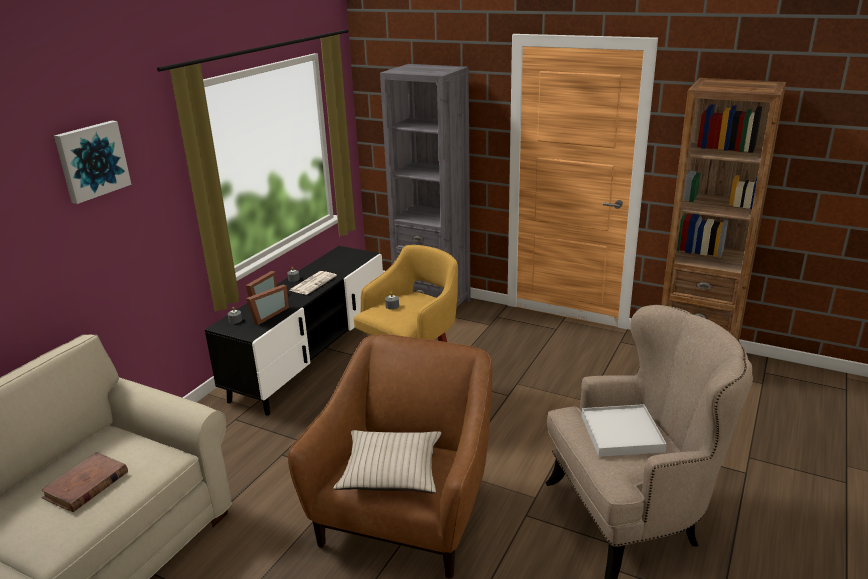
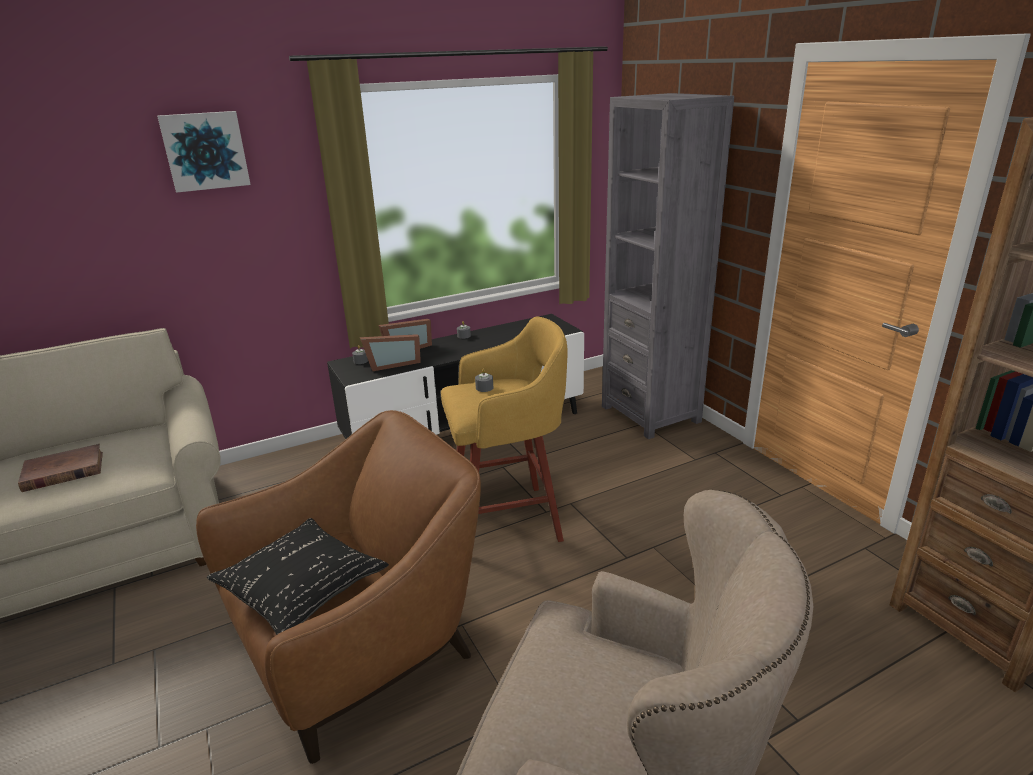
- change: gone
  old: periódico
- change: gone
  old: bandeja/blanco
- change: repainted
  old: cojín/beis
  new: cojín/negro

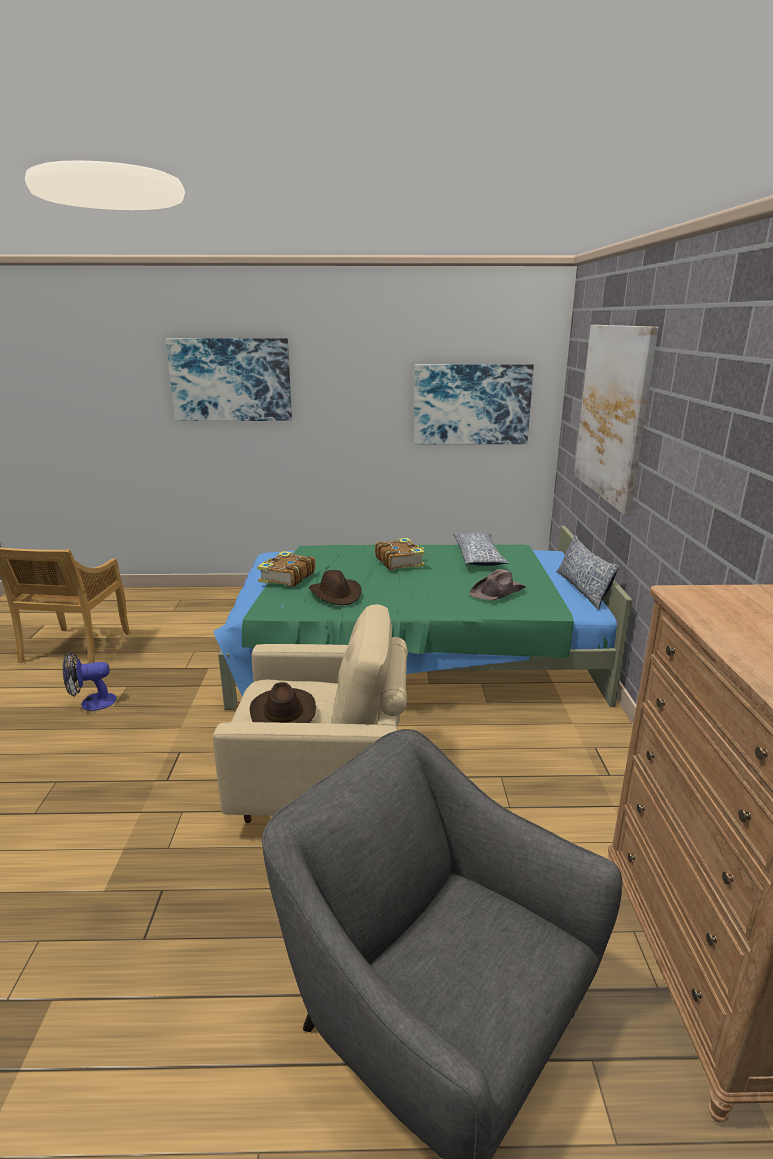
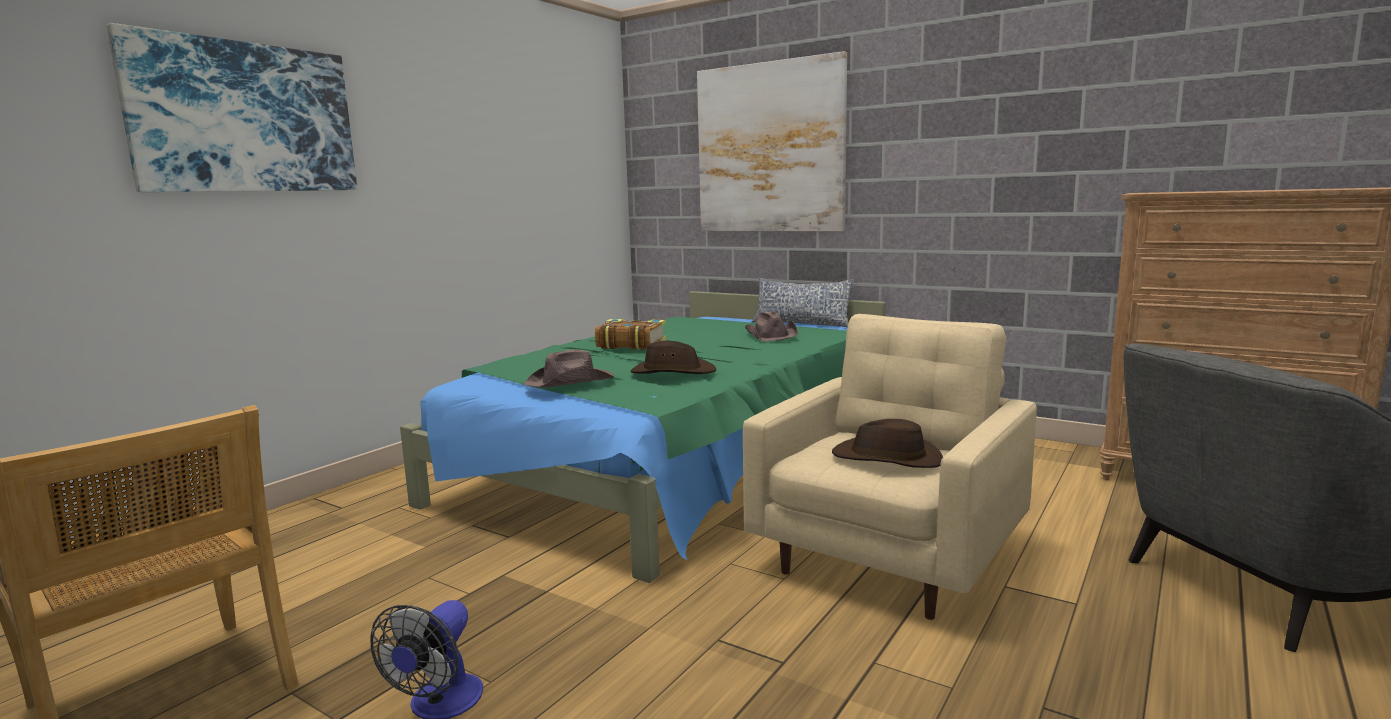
- change: gone
  old: cuadro (no. 2 from left)
- change: gone
  old: cojín (no. 1 from left)
- change: swapped
  old: libro (no. 1 from left)
  new: sombrero/marrón (no. 1 from left)

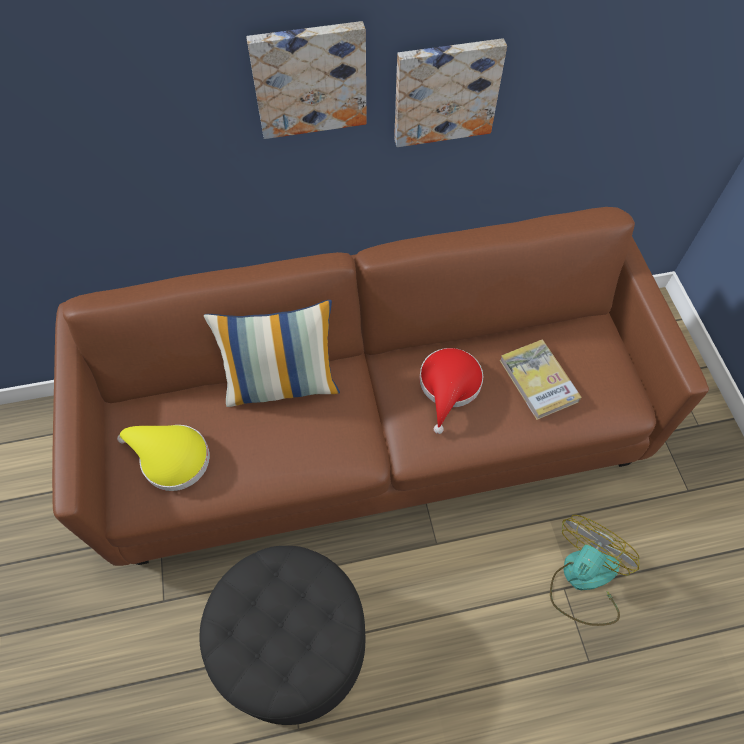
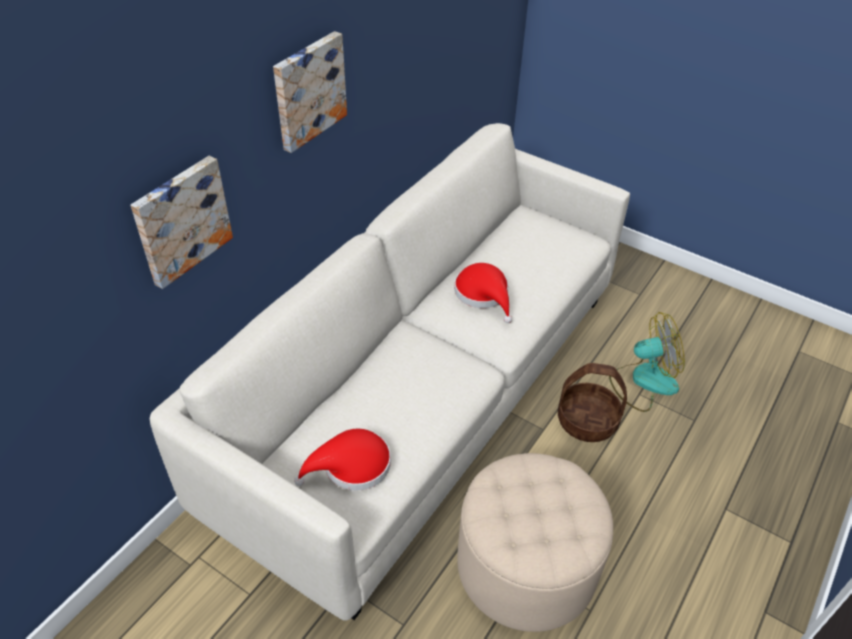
- change: gone
  old: cojín
- change: gone
  old: libro
- change: new
  new: cesta
- change: shifted
  old: cuadro (no. 2 from left in the first image)
  new: cuadro (no. 1 from left)
- change: repainted
  old: sofá/marrón
  new: sofá/blanco
- change: repainted
  old: sombrero/amarillo
  new: sombrero/rojo (no. 1 from left)
- change: repainted
  old: puf/negro
  new: puf/beis
- change: rotated
  old: ventilador
  degrees: 90

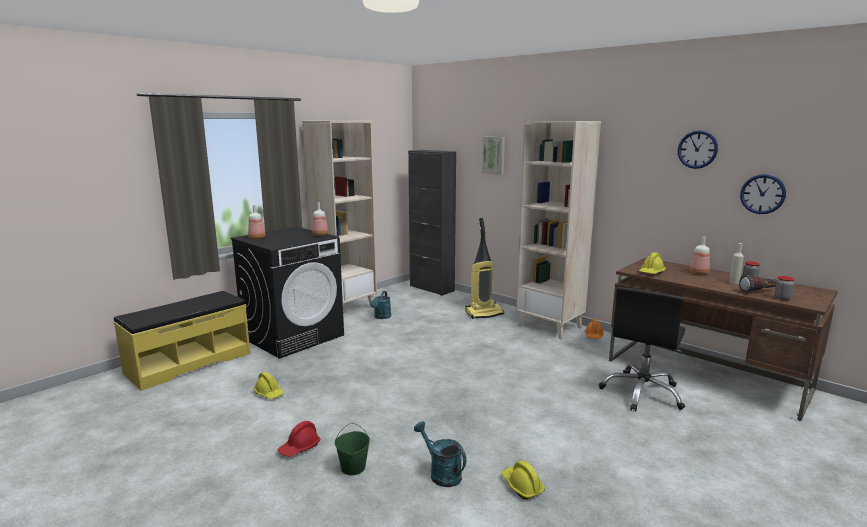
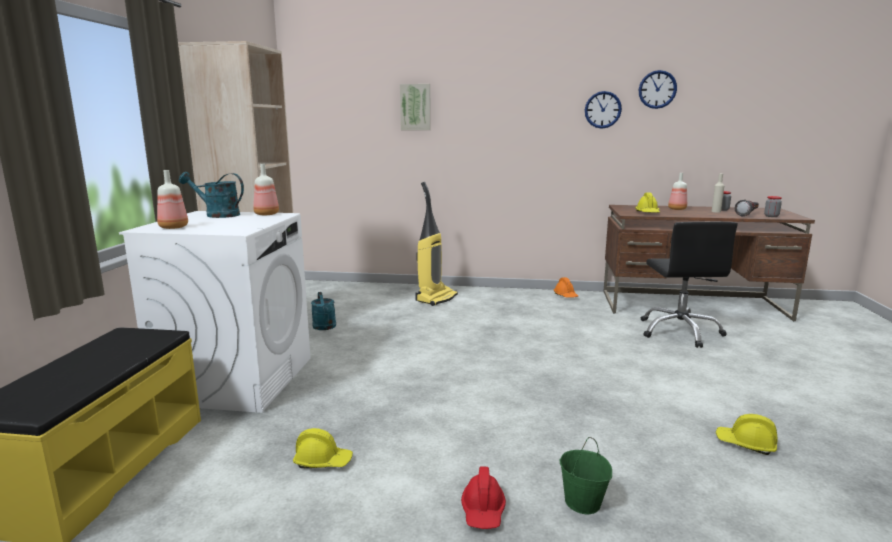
- change: gone
  old: armario/negro
- change: gone
  old: estantería/beis (no. 2 from left)
- change: shifted
  old: regadera/turquesa (no. 2 from left in the first image)
  new: regadera/turquesa (no. 1 from left)
- change: shifted
  old: reloj de pared (no. 2 from left in the first image)
  new: reloj de pared (no. 1 from left)
- change: repainted
  old: lavadora/negro
  new: lavadora/blanco

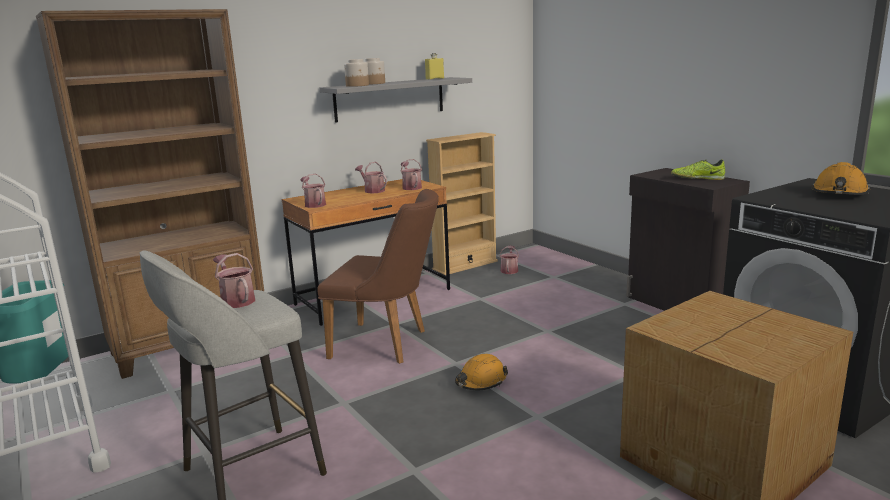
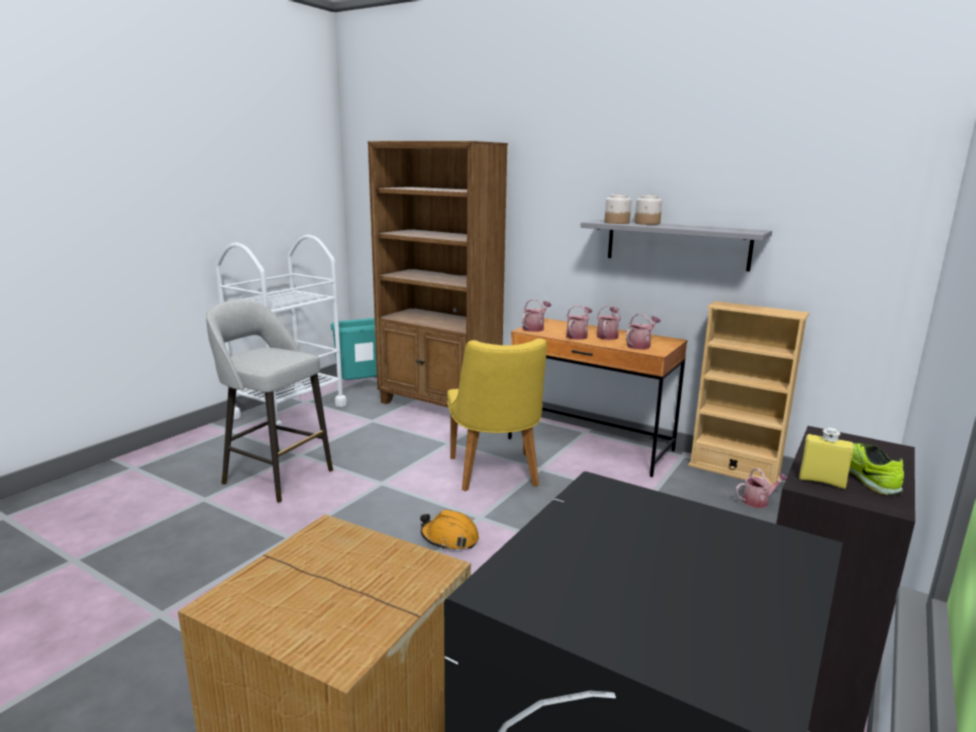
- change: gone
  old: casco/naranja (no. 2 from left)
- change: shifted
  old: regadera (no. 1 from left in the first image)
  new: regadera (no. 2 from left)
- change: shifted
  old: botella/amarillo
- change: repainted
  old: silla/marrón
  new: silla/amarillo

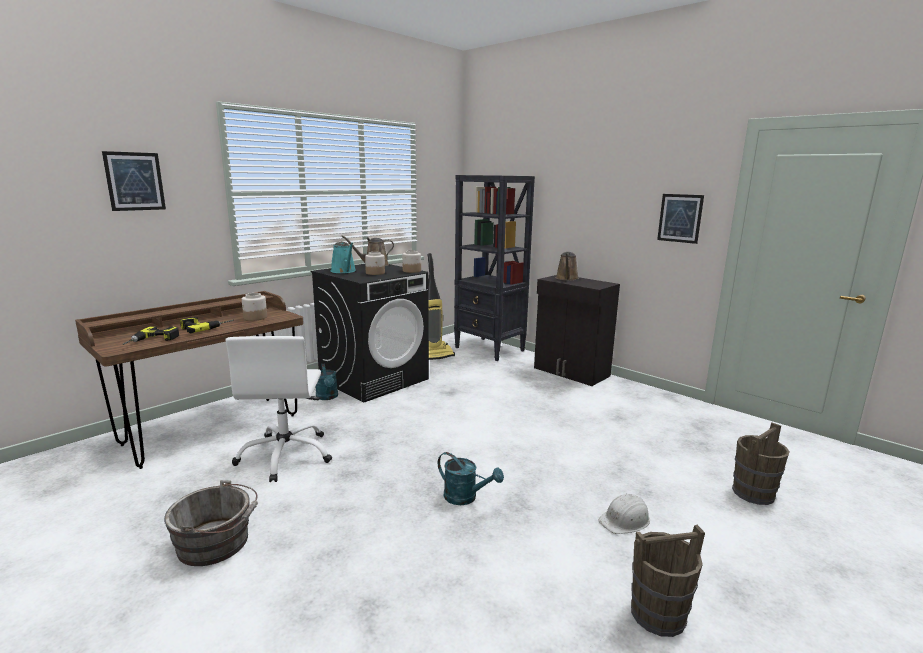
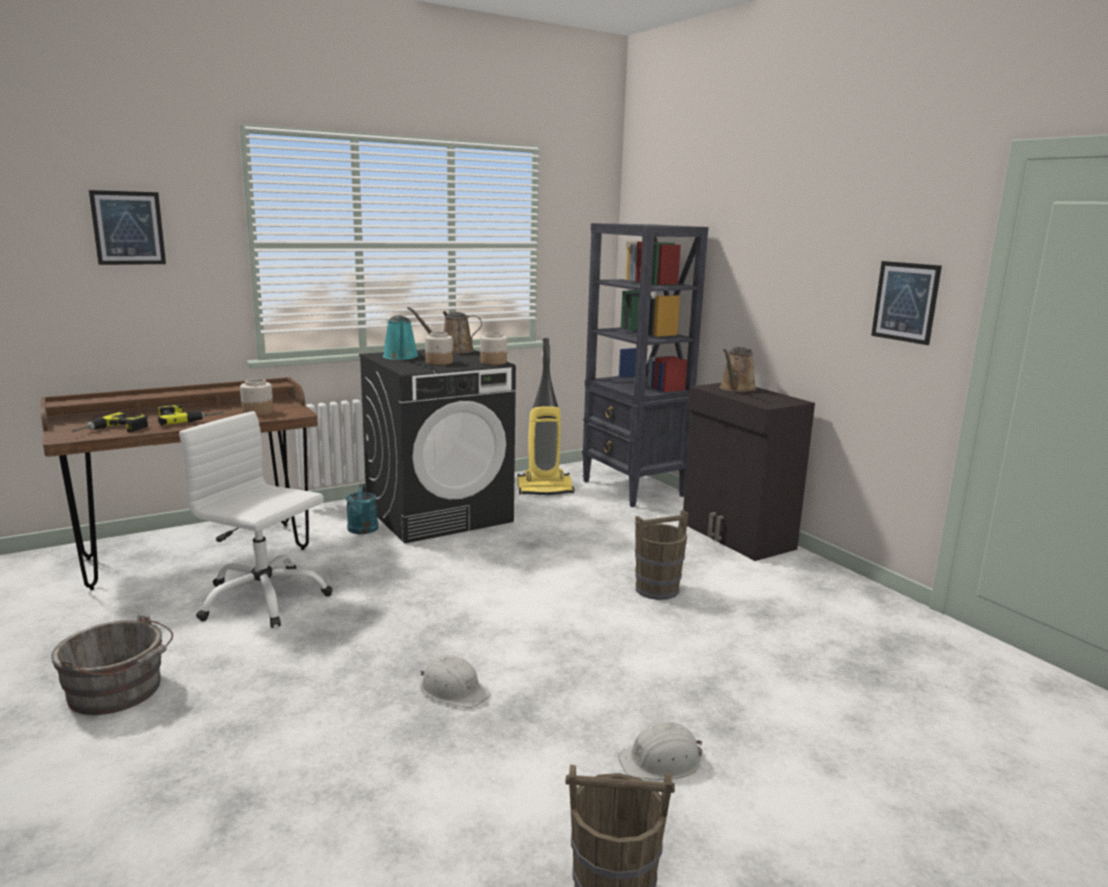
- change: shifted
  old: cubo/marrón (no. 2 from left)
- change: swapped
  old: regadera/turquesa (no. 3 from left)
  new: casco/blanco (no. 1 from left)
- change: rotated
  old: silla de oficina/blanco
  degrees: 105

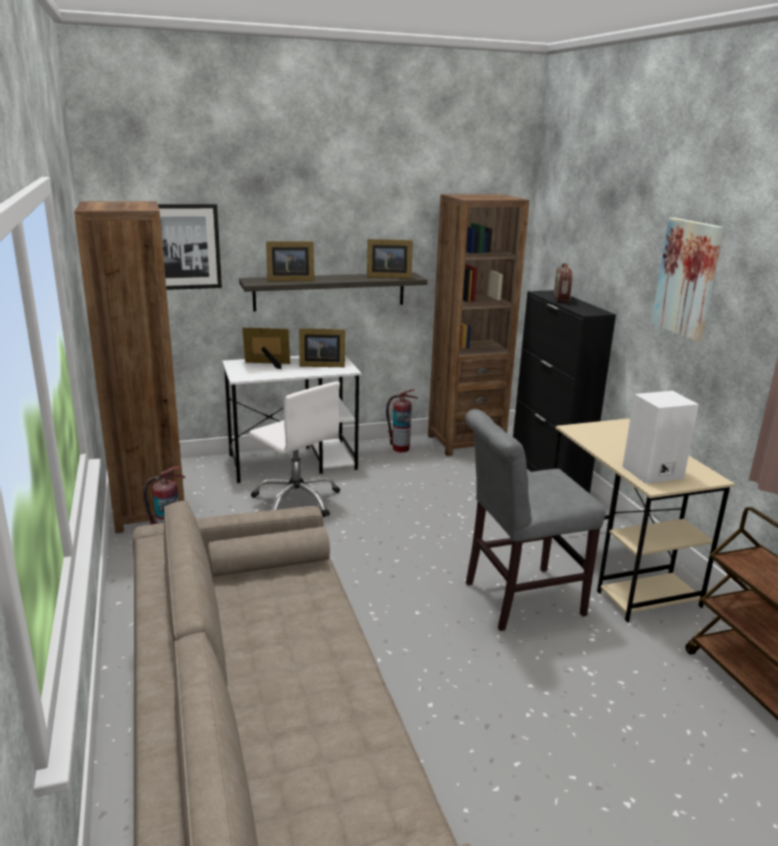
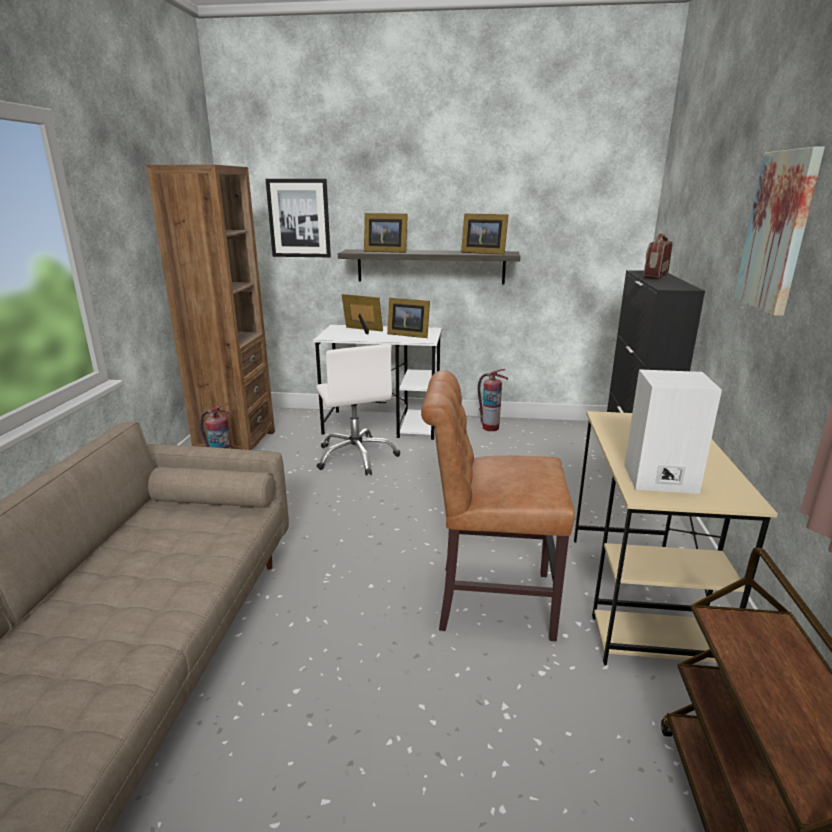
- change: gone
  old: estantería/marrón (no. 2 from left)
- change: repainted
  old: silla/gris
  new: silla/marrón

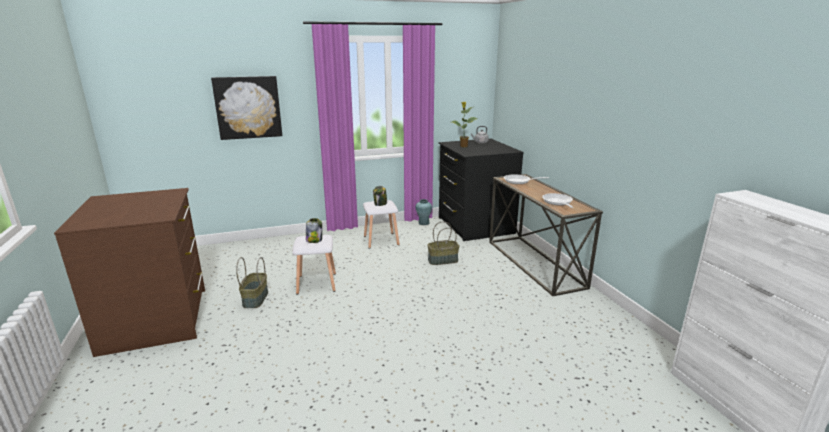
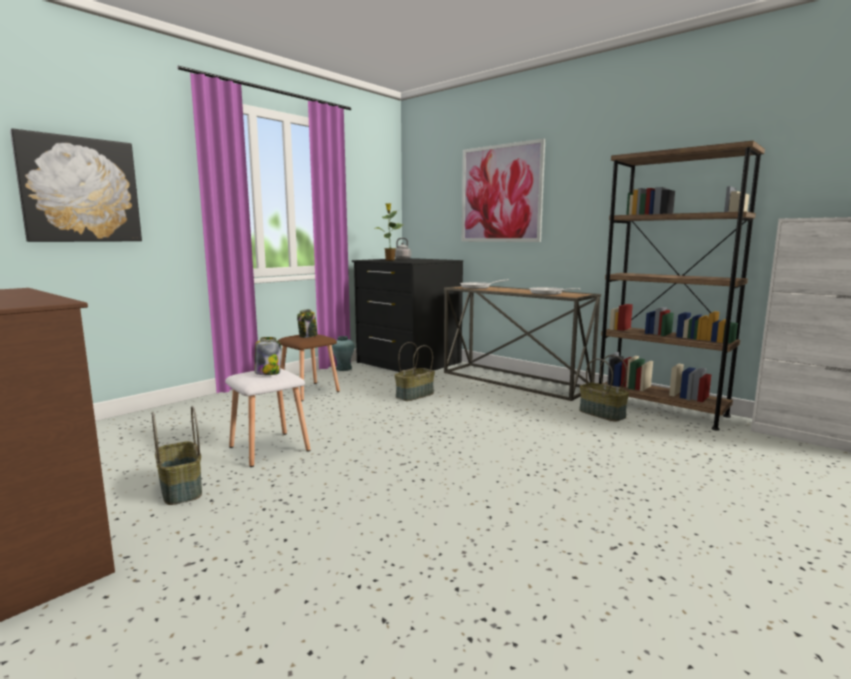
- change: new
  new: cuadro (no. 2 from left)
- change: new
  new: cesta (no. 3 from left)
- change: new
  new: estantería/marrón
- change: repainted
  old: taburete/blanco (no. 2 from left)
  new: taburete/marrón

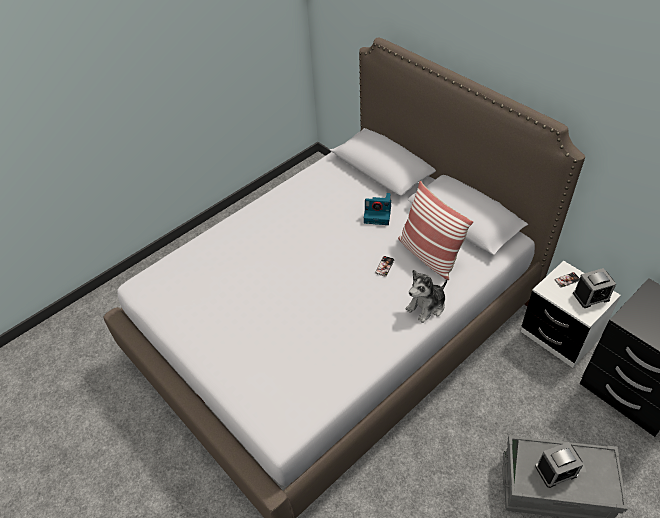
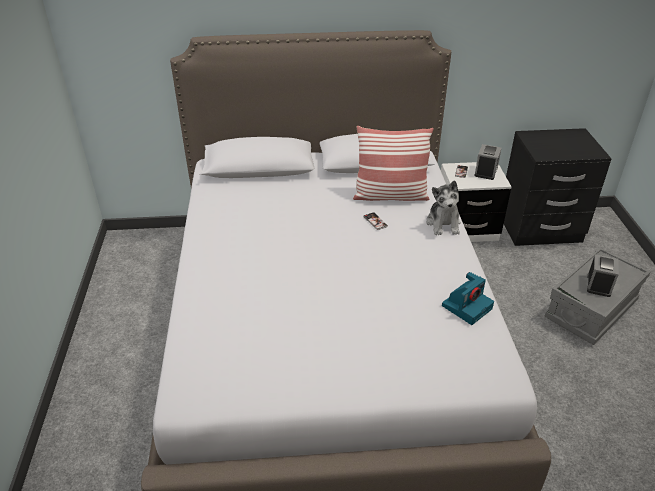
- change: shifted
  old: cámara

